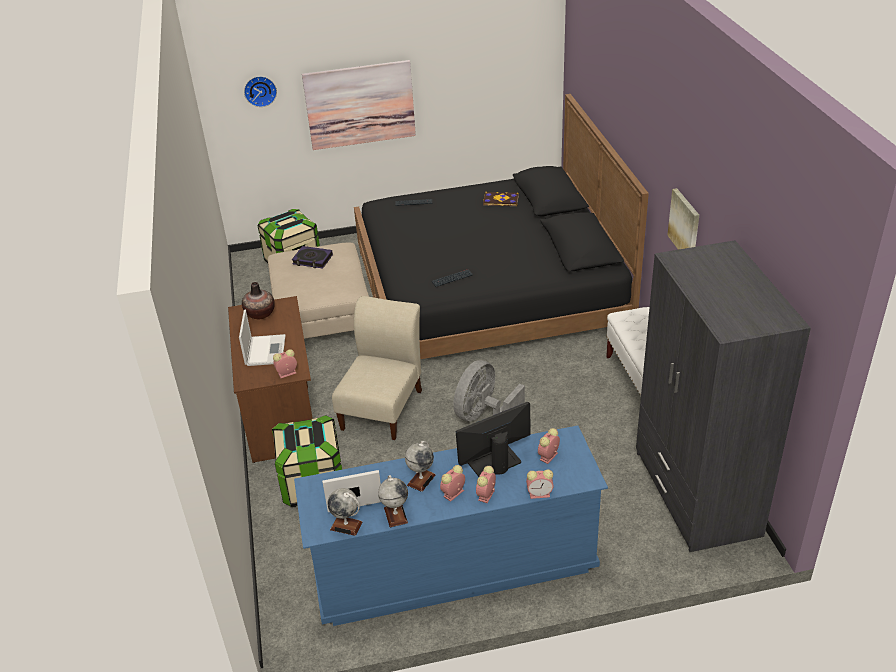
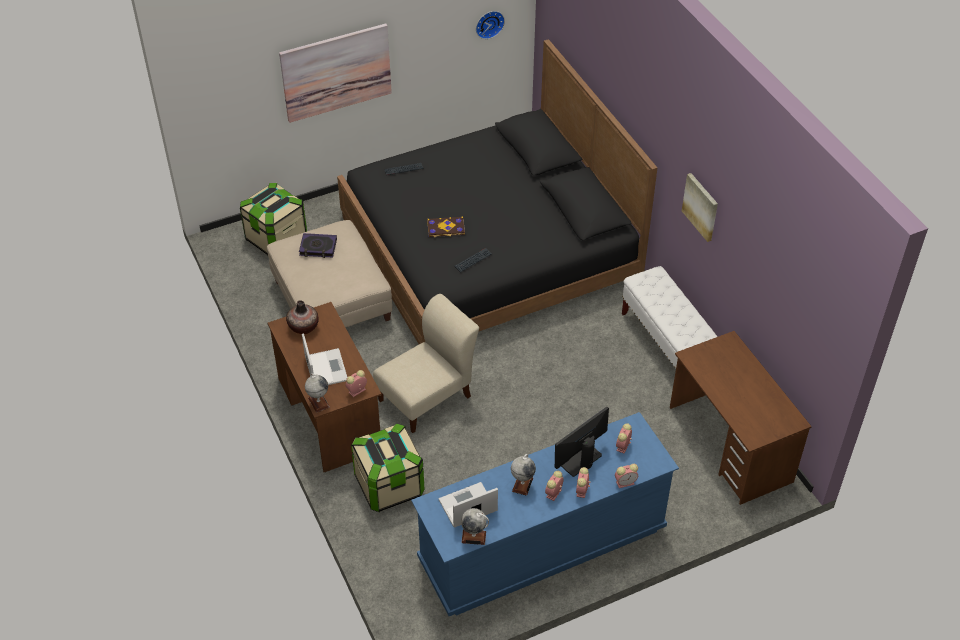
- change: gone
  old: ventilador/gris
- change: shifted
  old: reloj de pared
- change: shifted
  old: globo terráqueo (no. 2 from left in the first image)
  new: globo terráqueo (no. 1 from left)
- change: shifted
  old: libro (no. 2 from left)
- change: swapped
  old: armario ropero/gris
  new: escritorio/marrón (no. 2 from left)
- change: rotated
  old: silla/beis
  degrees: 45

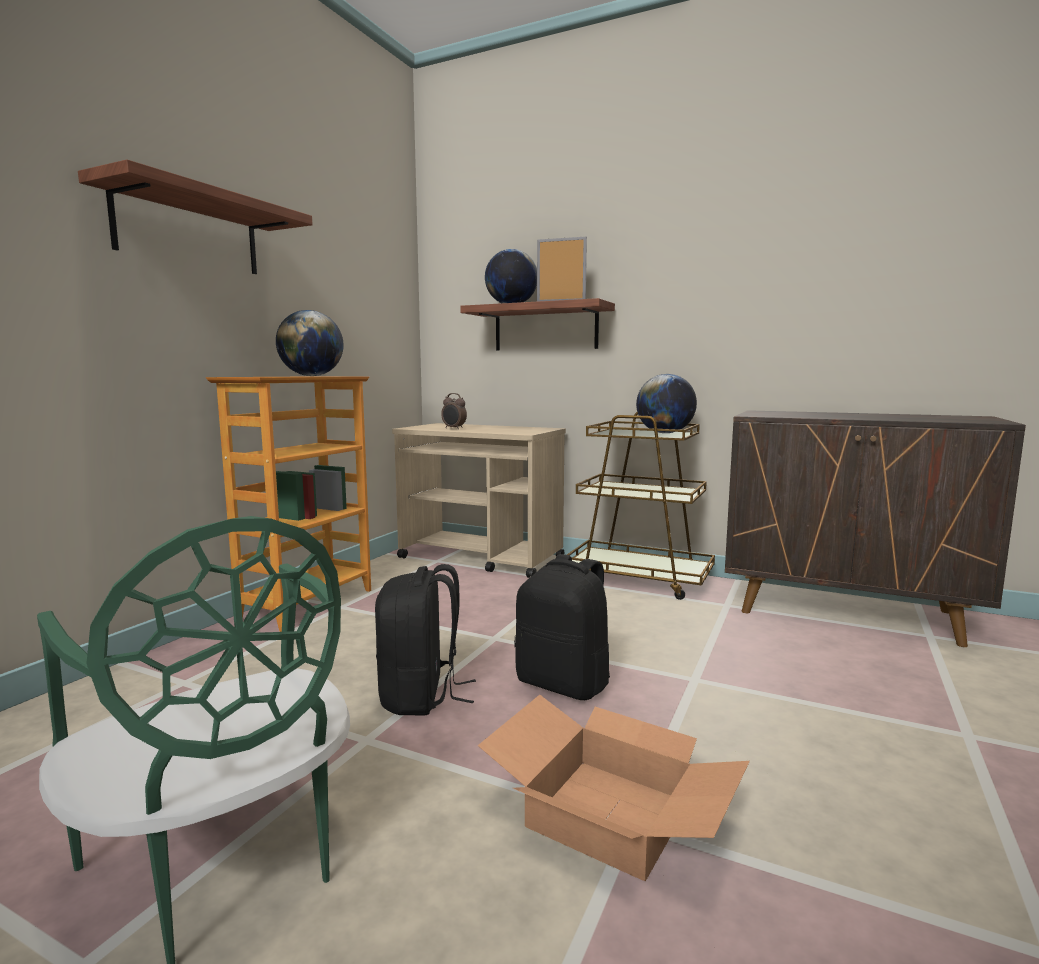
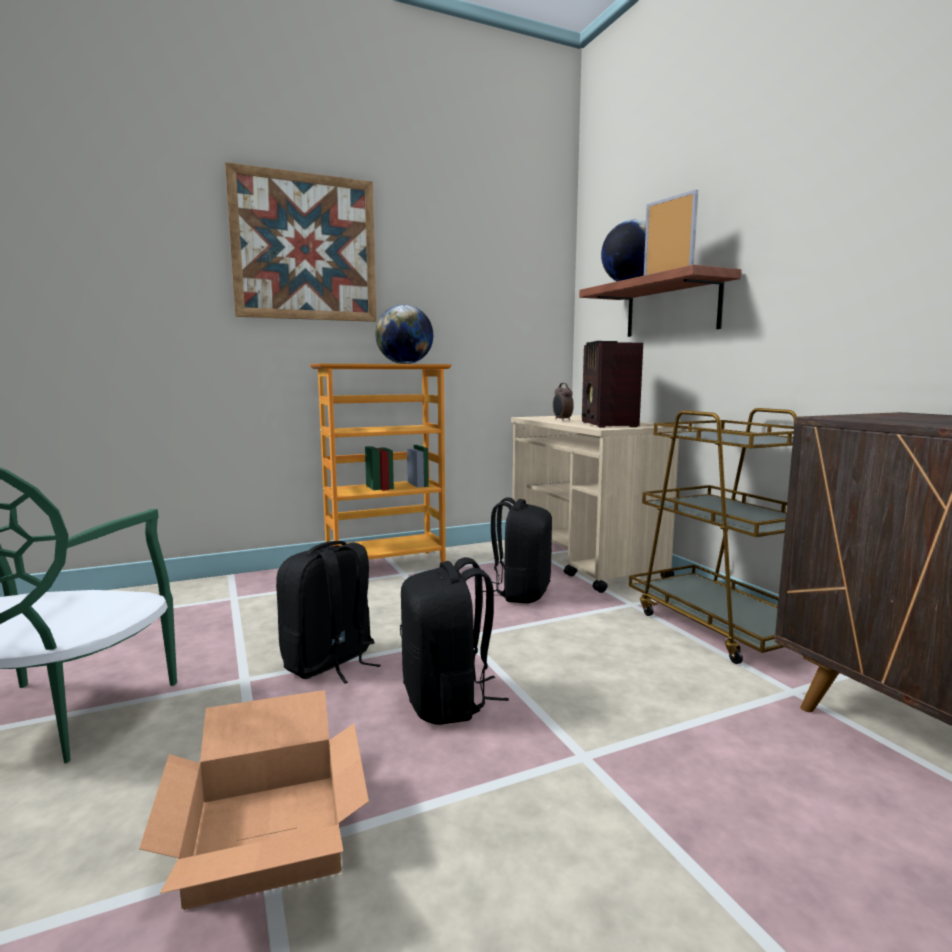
- change: gone
  old: globo terráqueo (no. 3 from left)
- change: new
  new: mochila/negro (no. 3 from left)
- change: new
  new: radio
- change: swapped
  old: estante (no. 1 from left)
  new: cuadro

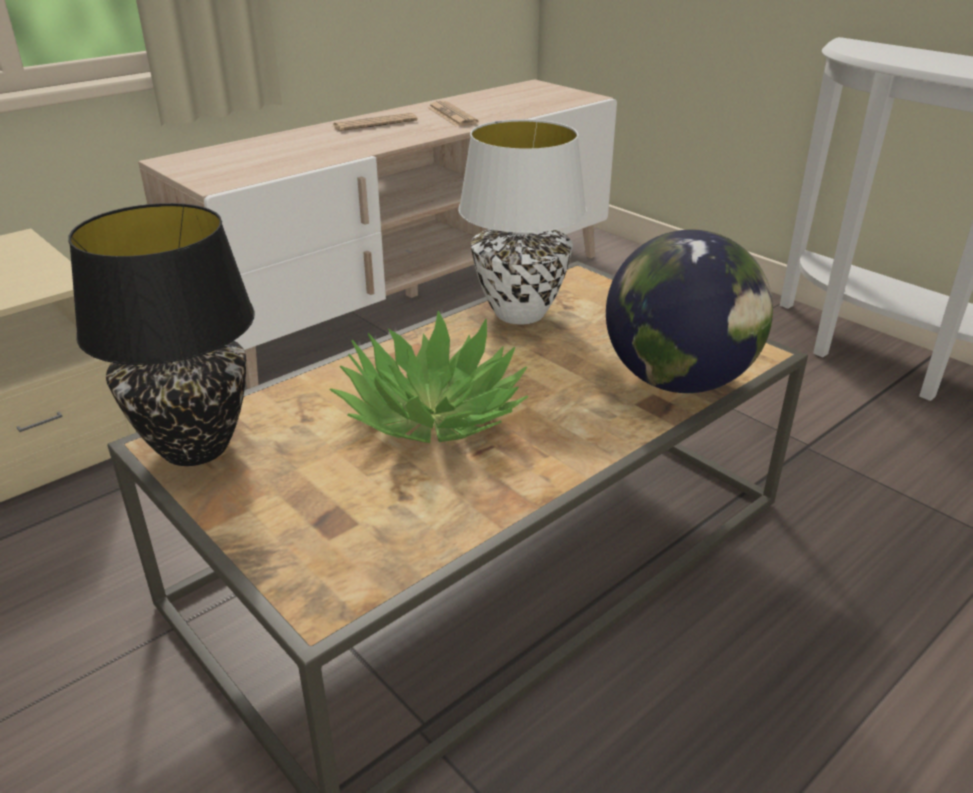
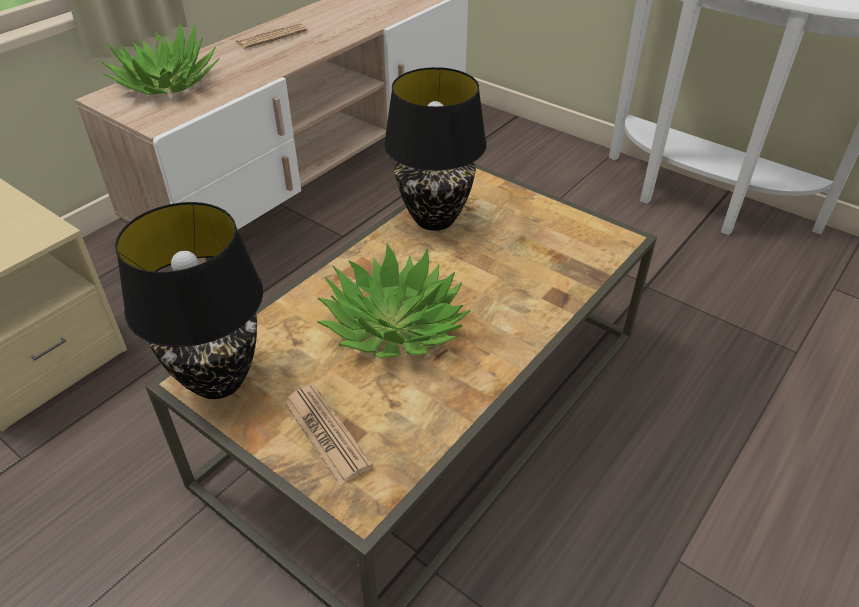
- change: gone
  old: globo terráqueo
- change: new
  new: planta en maceta (no. 1 from left)
- change: shifted
  old: periódico (no. 2 from left)
- change: repainted
  old: lámpara de mesa/blanco
  new: lámpara de mesa/negro (no. 2 from left)

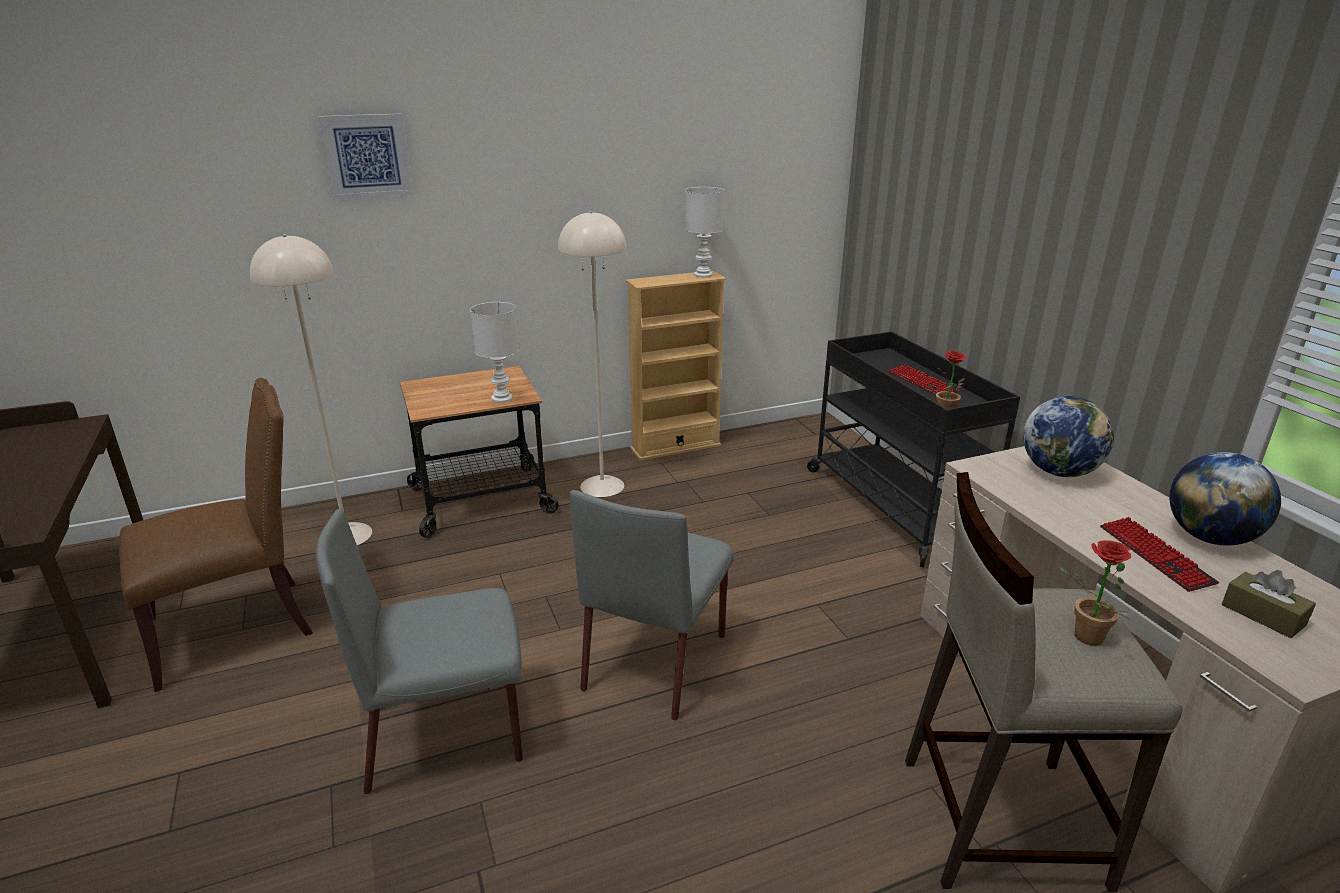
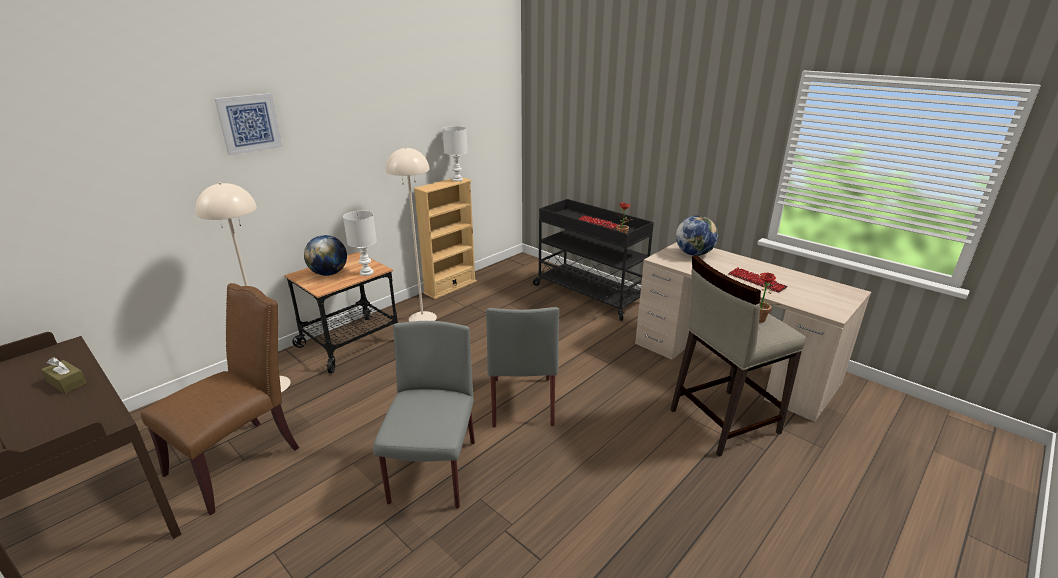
- change: shifted
  old: globo terráqueo (no. 2 from left in the first image)
  new: globo terráqueo (no. 1 from left)
- change: shifted
  old: caja de pañuelos/marrón
- change: rotated
  old: silla/gris (no. 1 from left)
  degrees: 135

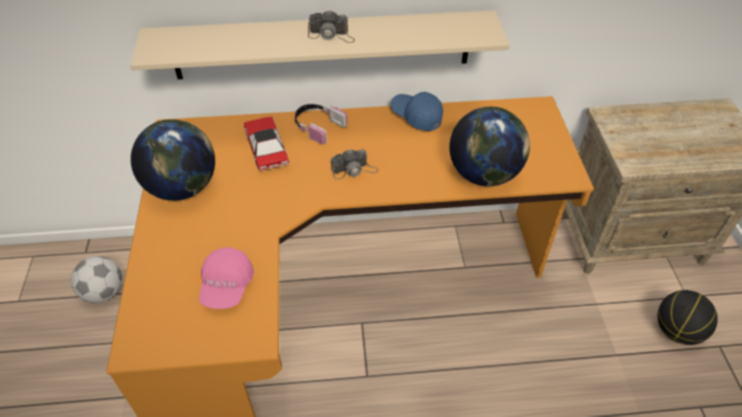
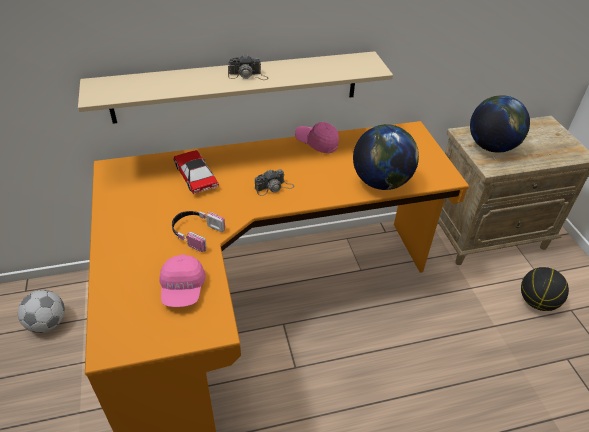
- change: shifted
  old: globo terráqueo (no. 1 from left in the first image)
  new: globo terráqueo (no. 2 from left)
- change: shifted
  old: auriculares
- change: repainted
  old: gorra/azul
  new: gorra/rosa (no. 2 from left)

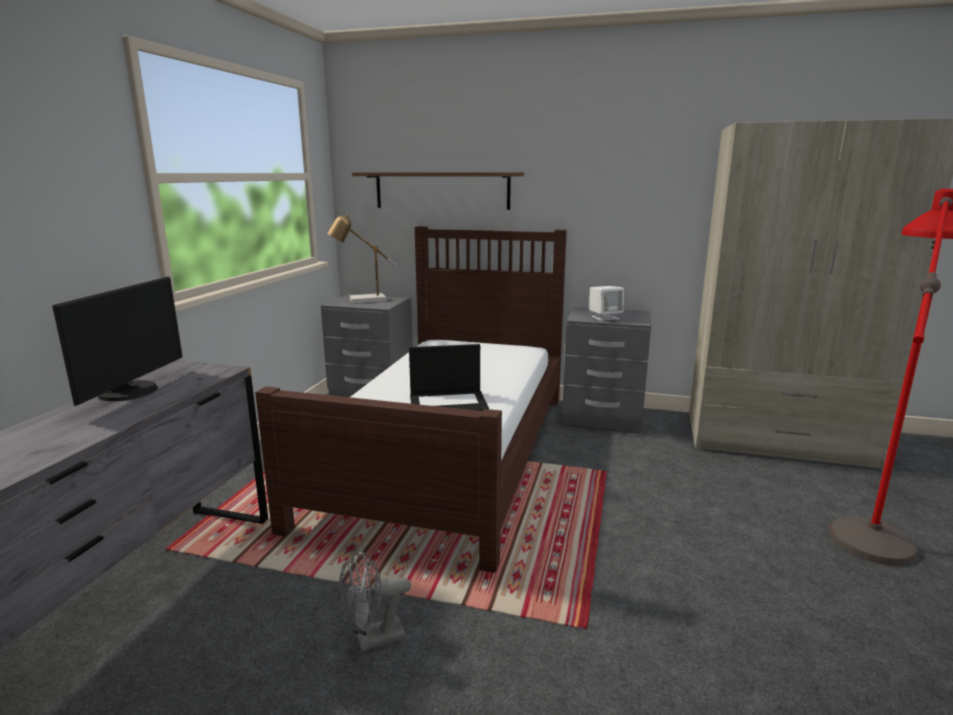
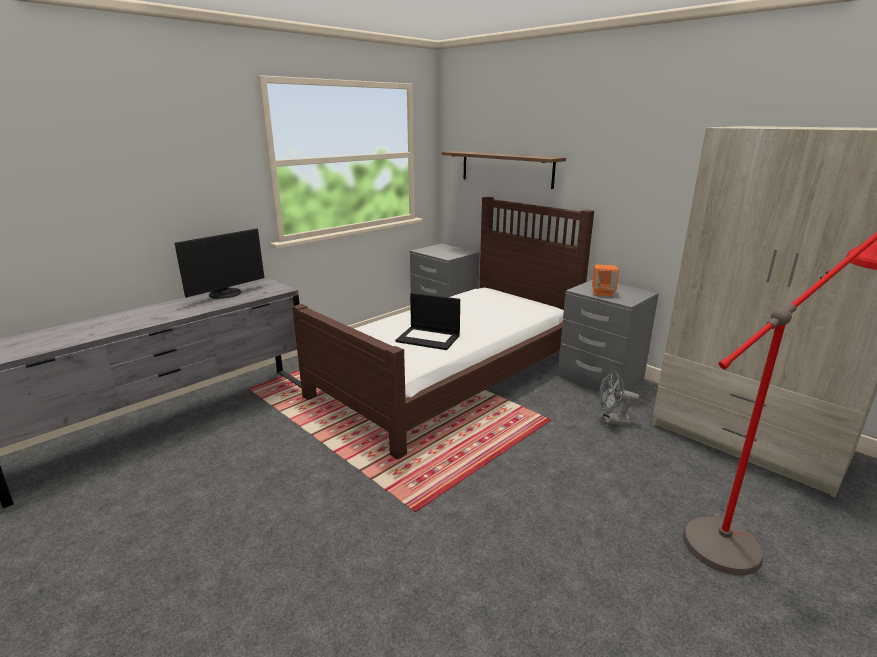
- change: gone
  old: lámpara de mesa
- change: shifted
  old: ventilador/gris
- change: repainted
  old: altavoz/blanco
  new: altavoz/naranja

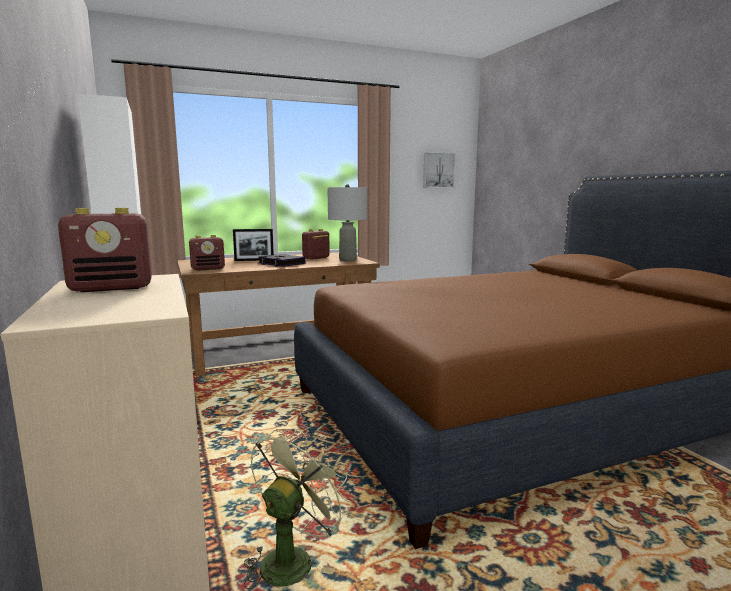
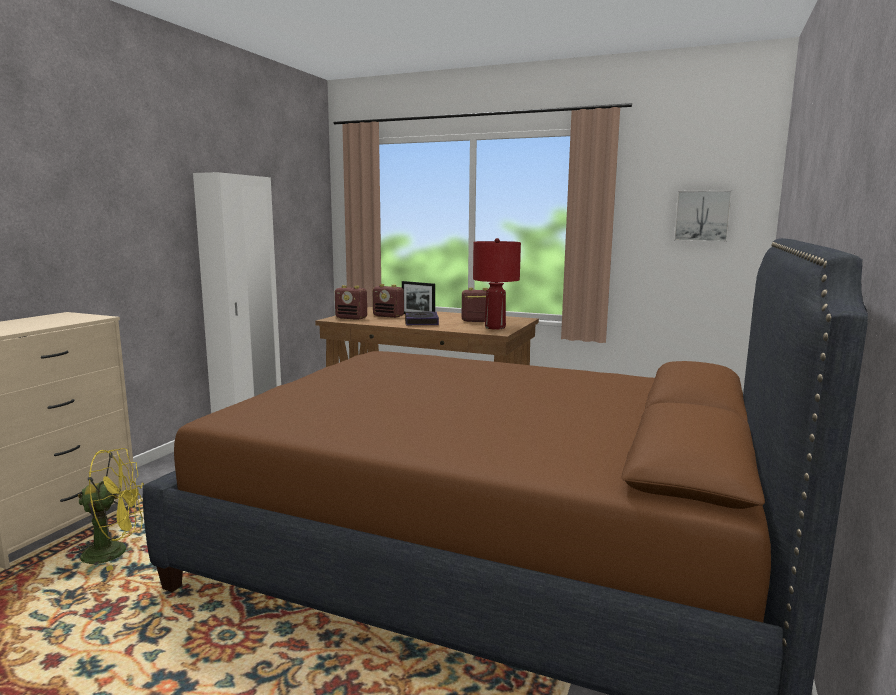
- change: shifted
  old: radio (no. 1 from left in the first image)
  new: radio (no. 2 from left)
- change: repainted
  old: ventilador/verde
  new: ventilador/amarillo
- change: repainted
  old: lámpara de mesa/gris
  new: lámpara de mesa/rojo

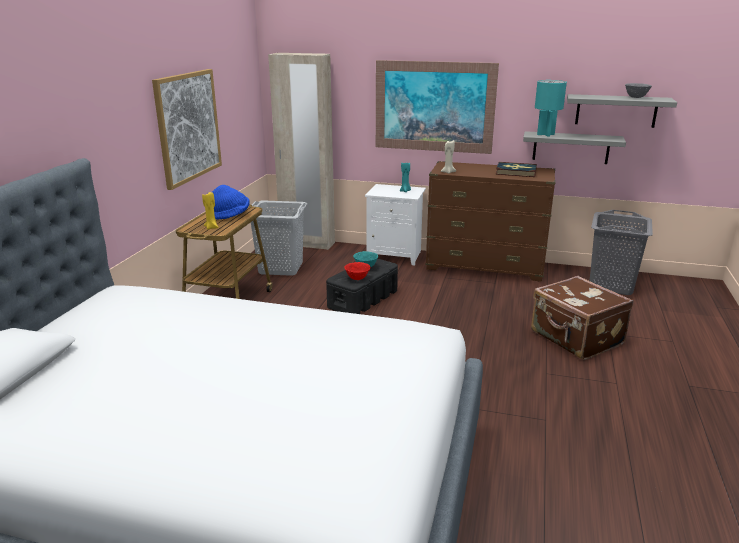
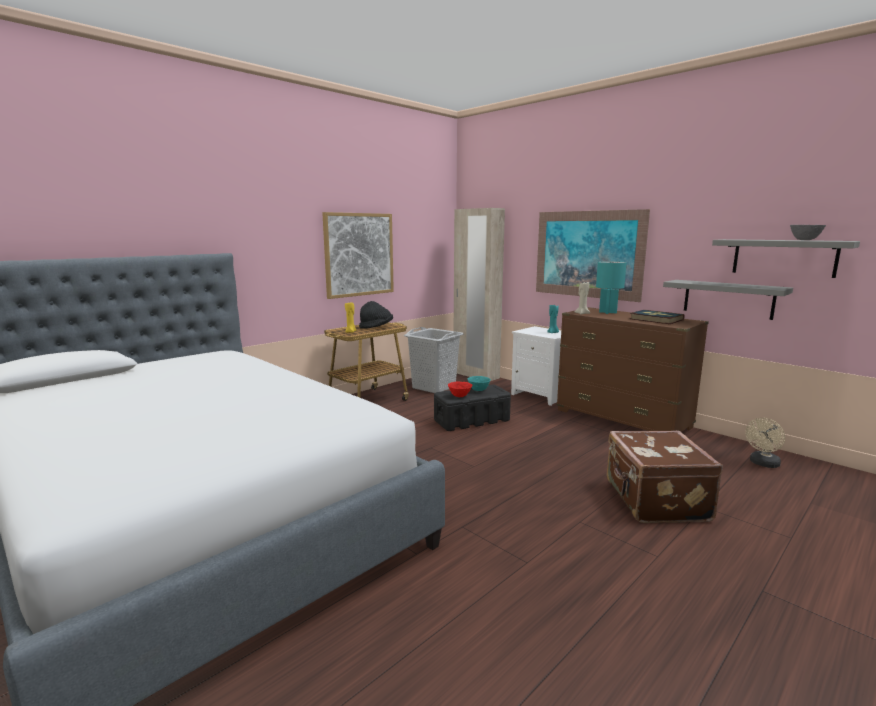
- change: shifted
  old: lámpara de mesa/turquesa
- change: swapped
  old: cesto de la ropa/gris (no. 2 from left)
  new: ventilador/beis
- change: repainted
  old: sombrero/azul
  new: sombrero/negro

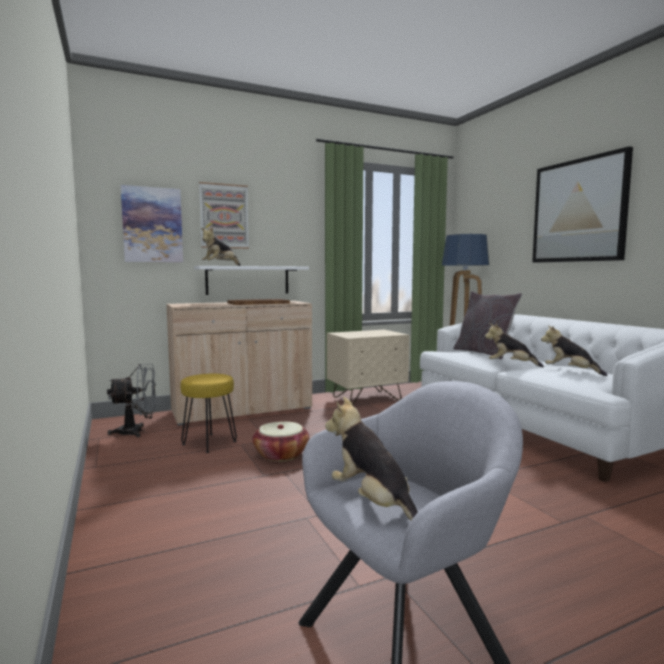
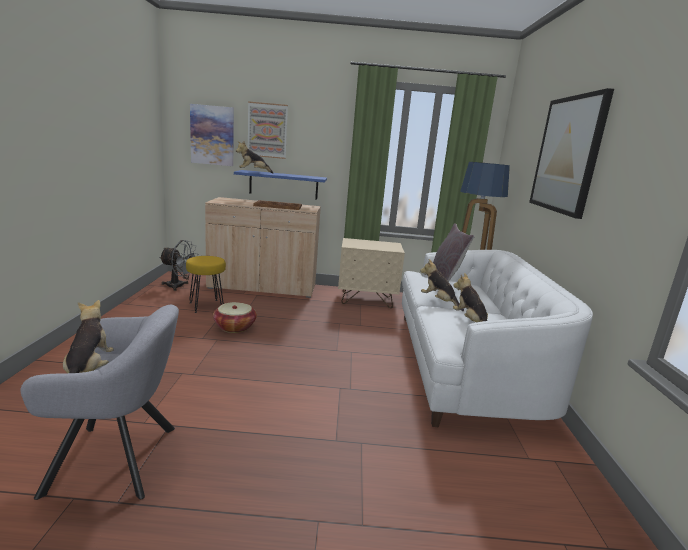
- change: repainted
  old: estante/blanco
  new: estante/azul

